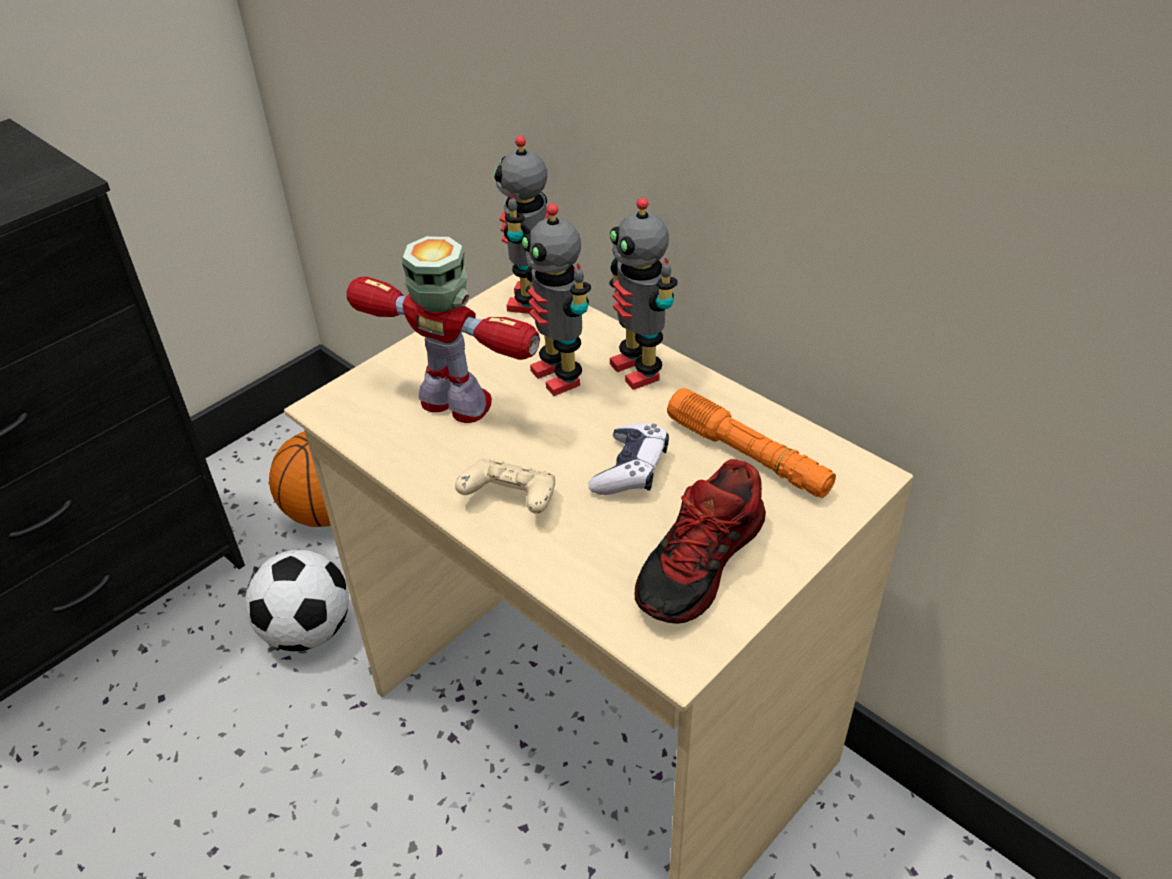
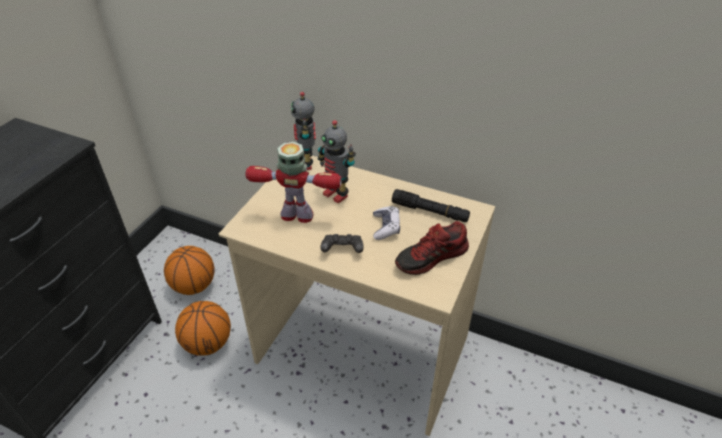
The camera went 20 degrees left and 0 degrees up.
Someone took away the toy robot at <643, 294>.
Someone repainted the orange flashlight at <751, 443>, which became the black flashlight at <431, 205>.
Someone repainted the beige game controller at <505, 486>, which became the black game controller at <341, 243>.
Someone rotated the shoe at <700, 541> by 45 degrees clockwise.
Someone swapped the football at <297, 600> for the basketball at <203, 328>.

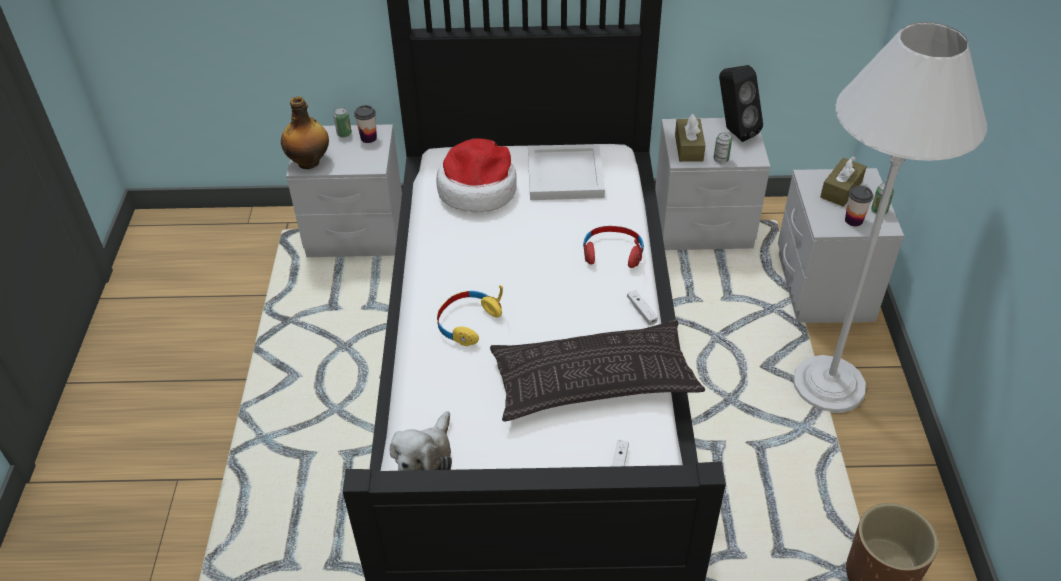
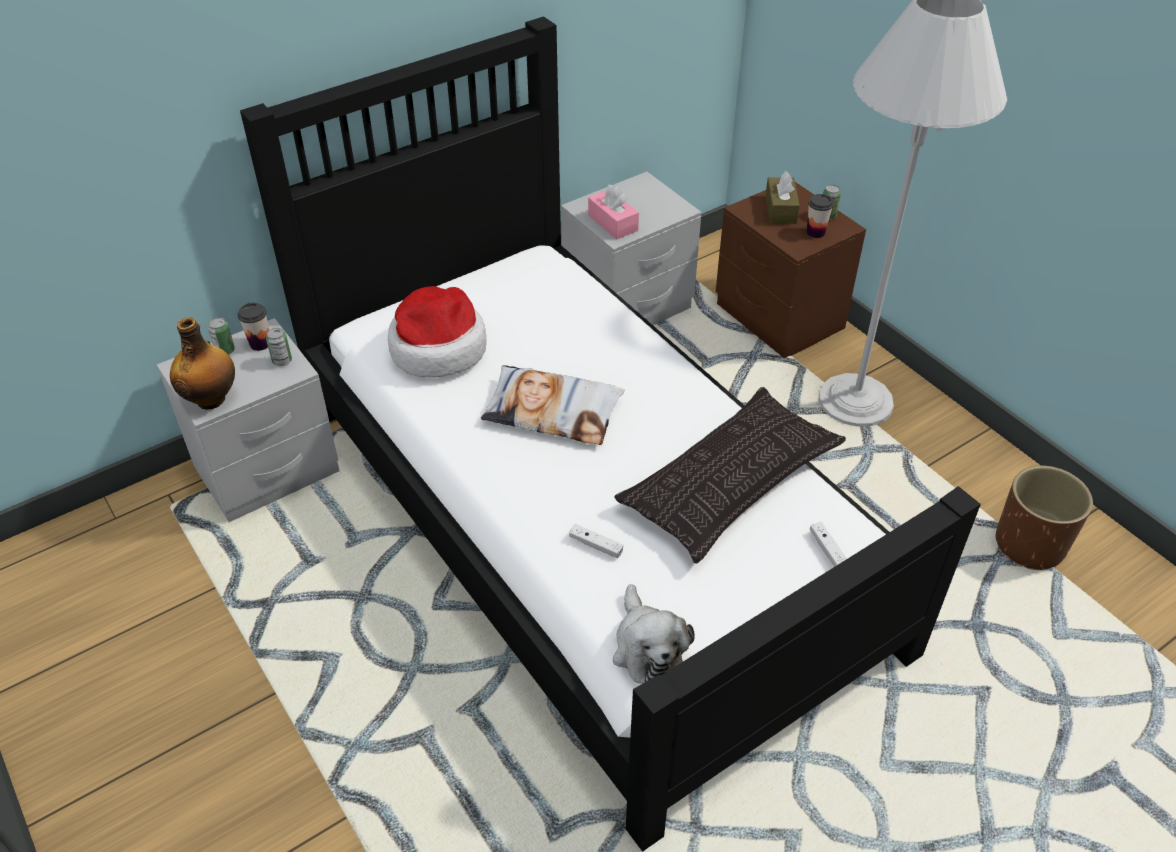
The camera went 35 degrees left and 0 degrees up.
Someone took away the black speaker at <741, 103>.
Someone repainted the brown tissue box at <690, 138>, which became the pink tissue box at <613, 212>.
Someone carried the can from <723, 147> to <279, 347>.
Someone took away the white tray at <566, 172>.
Someone repainted the grey nightstand at <841, 245>, which became the brown nightstand at <791, 270>.
Someone took away the red headphones at <613, 247>.
Someone took away the yellow headphones at <470, 315>.
Someone carried the white game controller from <642, 307> to <596, 541>.
Someone put down the pillow at <553, 405>.

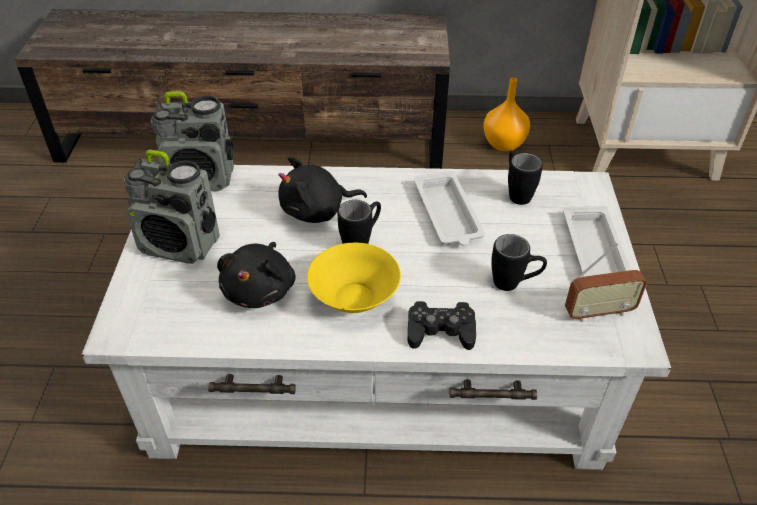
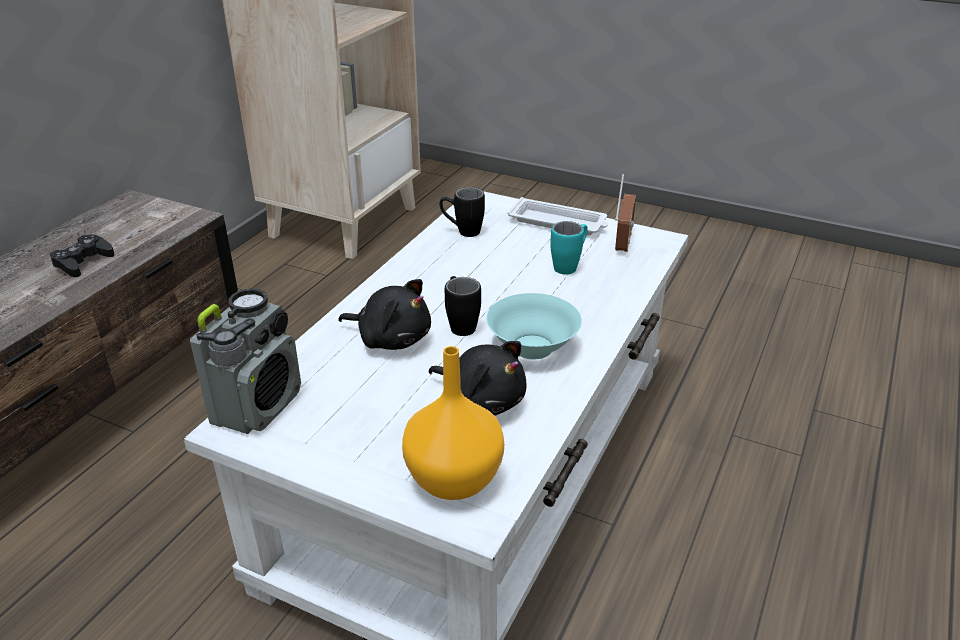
The camera went 65 degrees left and 10 degrees down.
Someone carried the orange vase from <506, 114> to <453, 423>.
Someone took away the radio at <172, 207>.
Someone rotated the black plush toy at <322, 189> by 75 degrees counterclockwise.
Someone took away the white tray at <449, 208>.
Someone repainted the black mug at <519, 262>, which became the turquoise mug at <569, 248>.
Someone repainted the yellow bowl at <354, 278>, which became the turquoise bowl at <534, 326>.
Someone carried the black game controller from <442, 325> to <82, 255>.

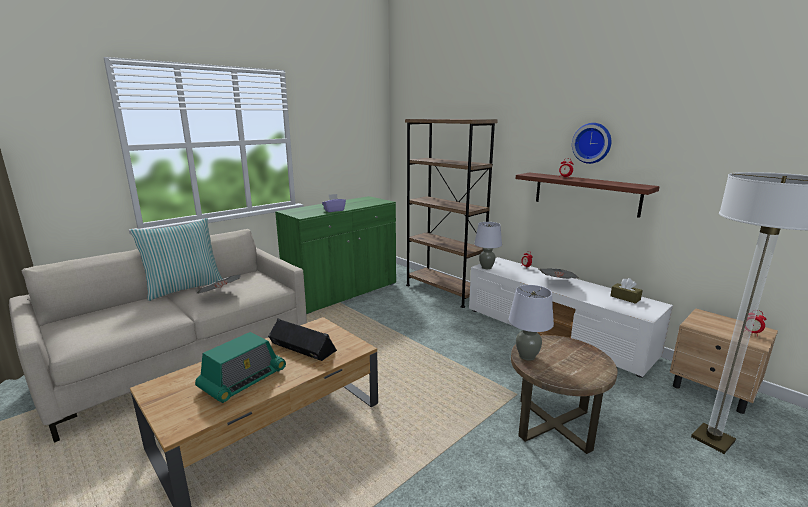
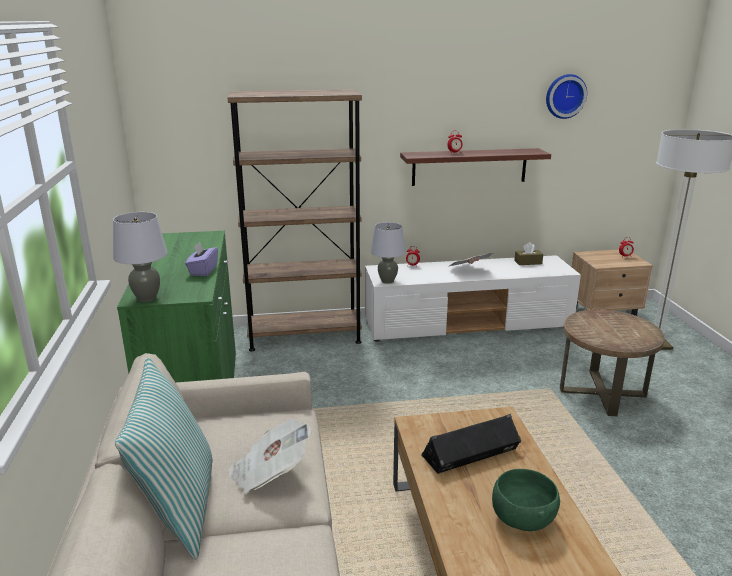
The camera went 55 degrees left and 5 degrees up.
Someone carried the wall clock from <591, 143> to <566, 96>.
Someone carried the grey table lamp from <531, 323> to <140, 257>.
Someone swapped the radio at <240, 367> for the green bowl at <526, 500>.

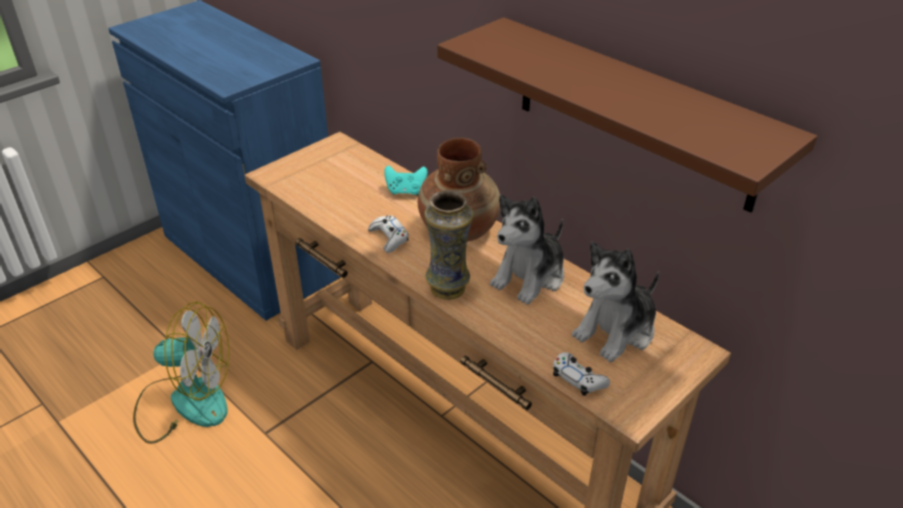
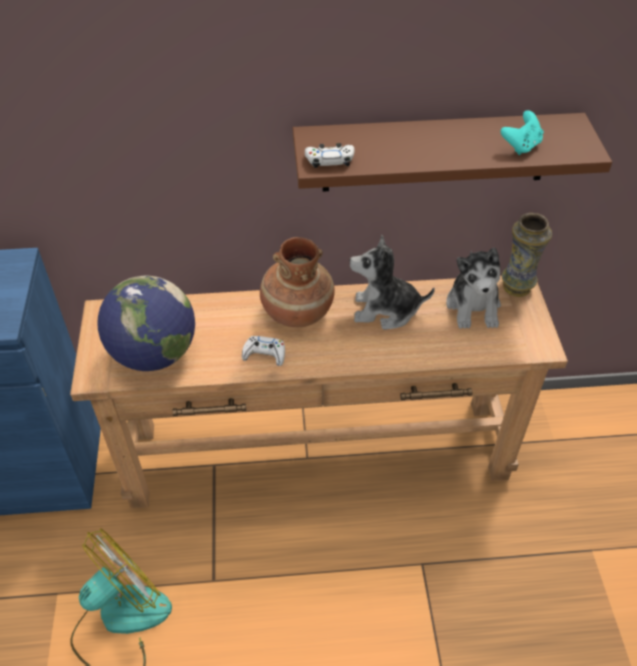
The camera went 50 degrees left and 10 degrees up.
Someone carried the turquoise game controller from <406, 180> to <522, 132>.
Someone carried the vase from <449, 245> to <527, 255>.
Someone rotated the plush toy at <527, 250> by 105 degrees clockwise.
Someone carried the white game controller from <581, 374> to <330, 155>.
Someone put down the globe at <146, 323>.

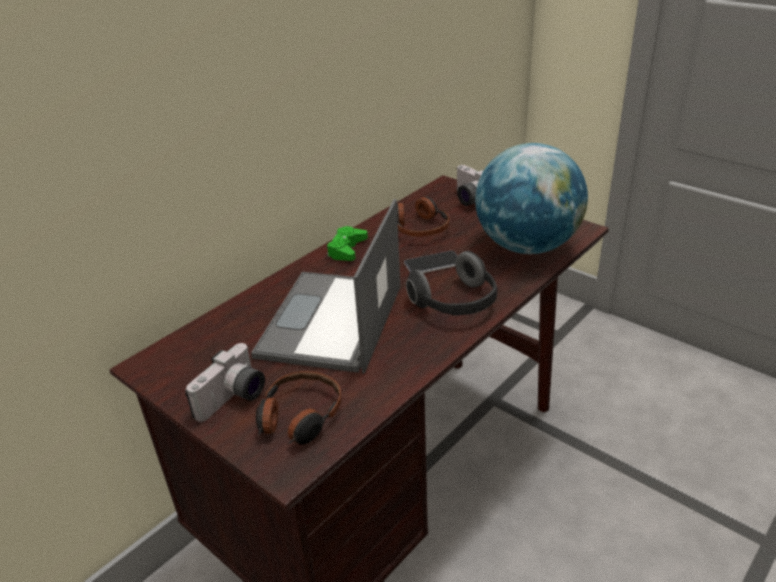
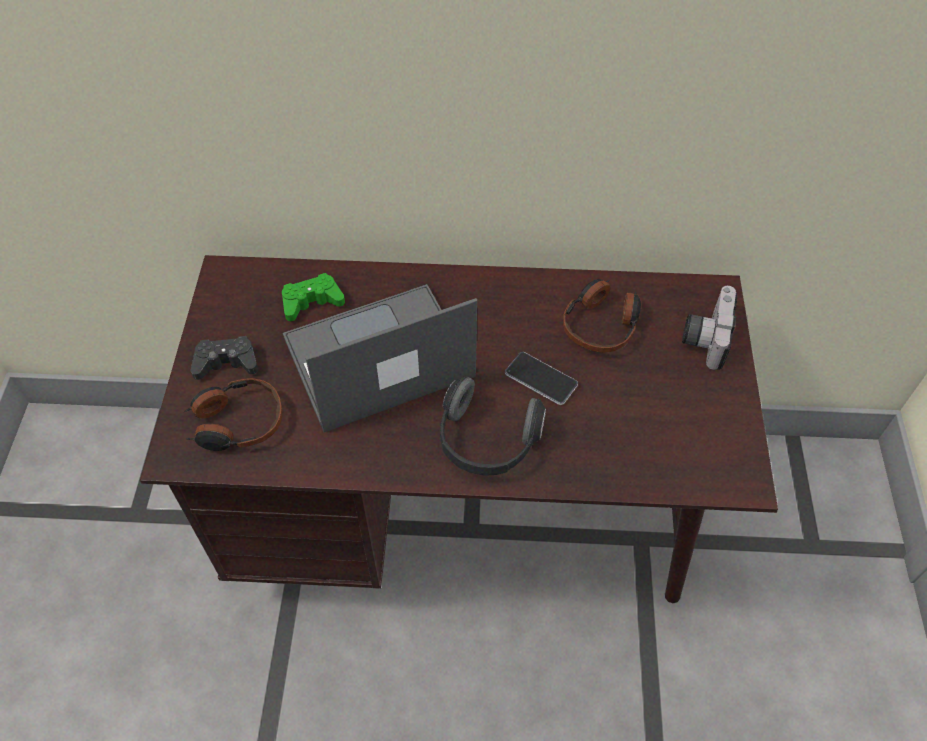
The camera went 50 degrees right and 20 degrees up.
Someone took away the globe at <531, 198>.
Someone carried the green game controller from <347, 243> to <313, 297>.
Someone swapped the photo camera at <225, 382> for the black game controller at <224, 358>.

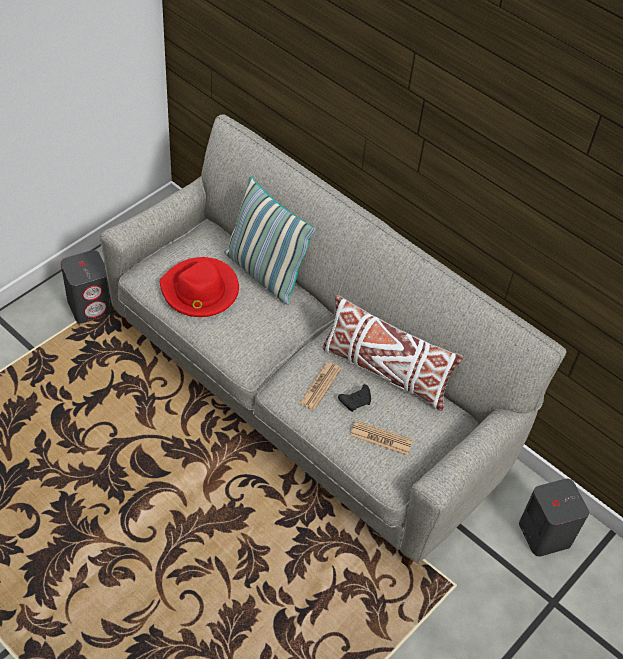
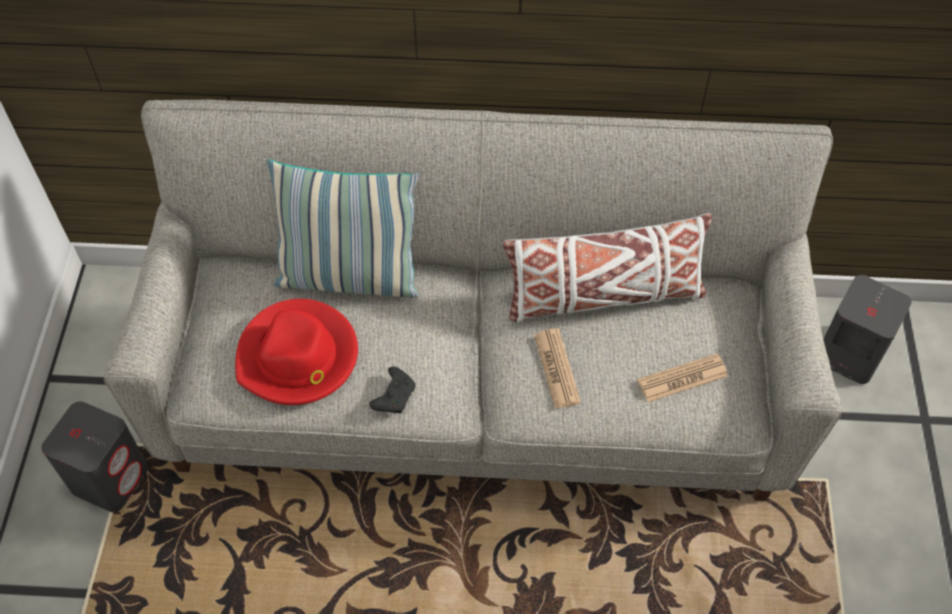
The camera went 35 degrees left and 5 degrees up.
Someone carried the black game controller from <354, 398> to <392, 390>.

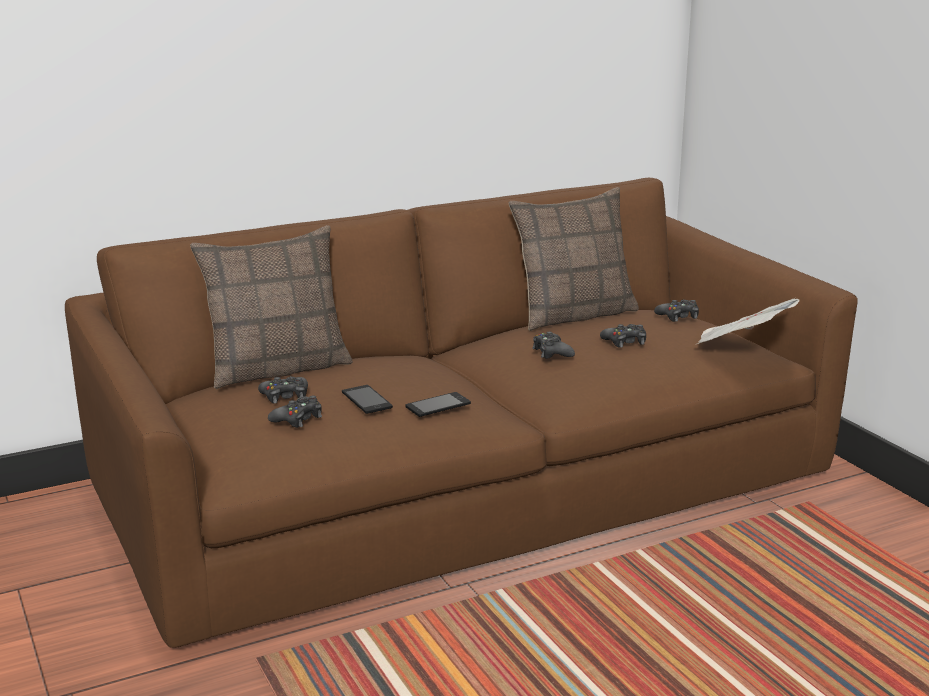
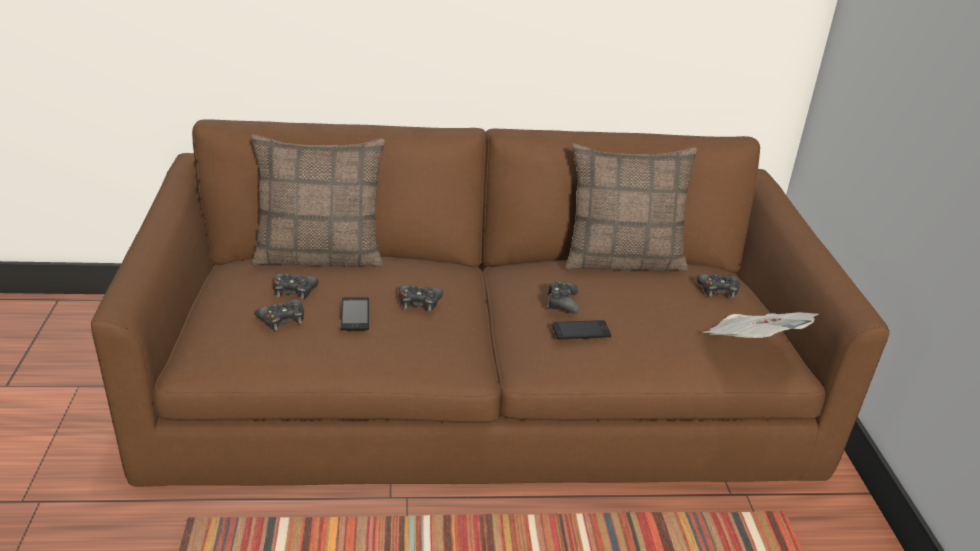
The camera went 20 degrees right and 10 degrees up.
Someone carried the black game controller from <623, 336> to <421, 298>.
Someone carried the phone from <438, 404> to <581, 330>.

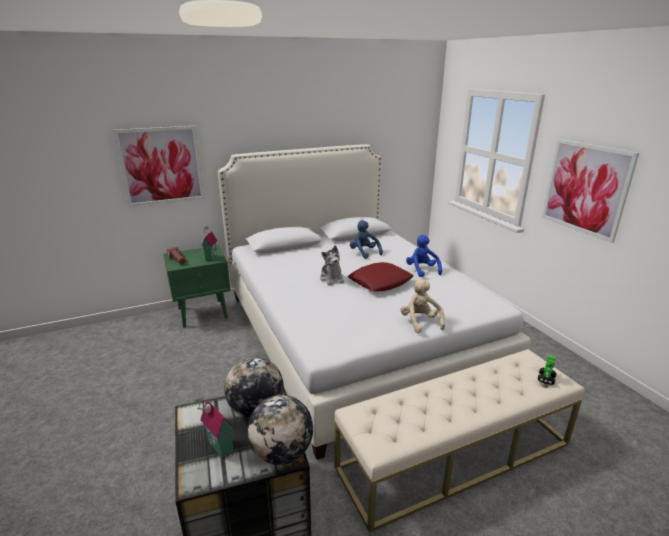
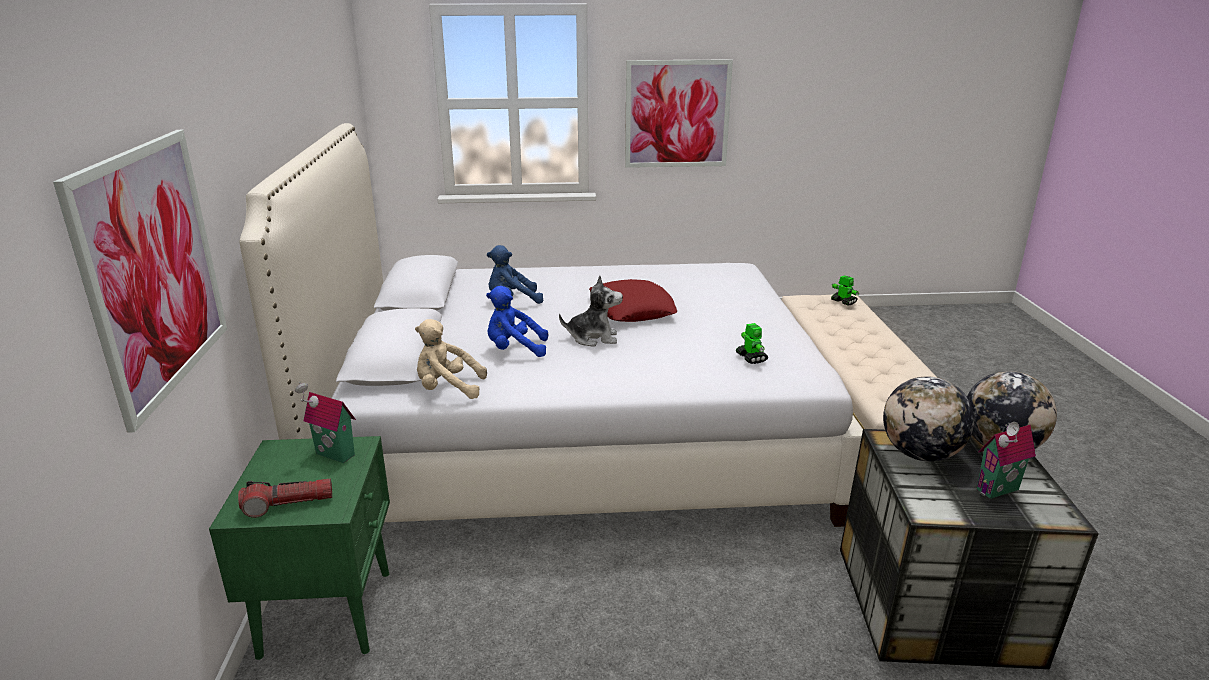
The camera went 70 degrees left and 0 degrees up.
Someone carried the blue plush toy from <424, 256> to <517, 321>.
Someone carried the beige plush toy from <422, 306> to <451, 359>.
Someone put down the toy robot at <752, 343>.

